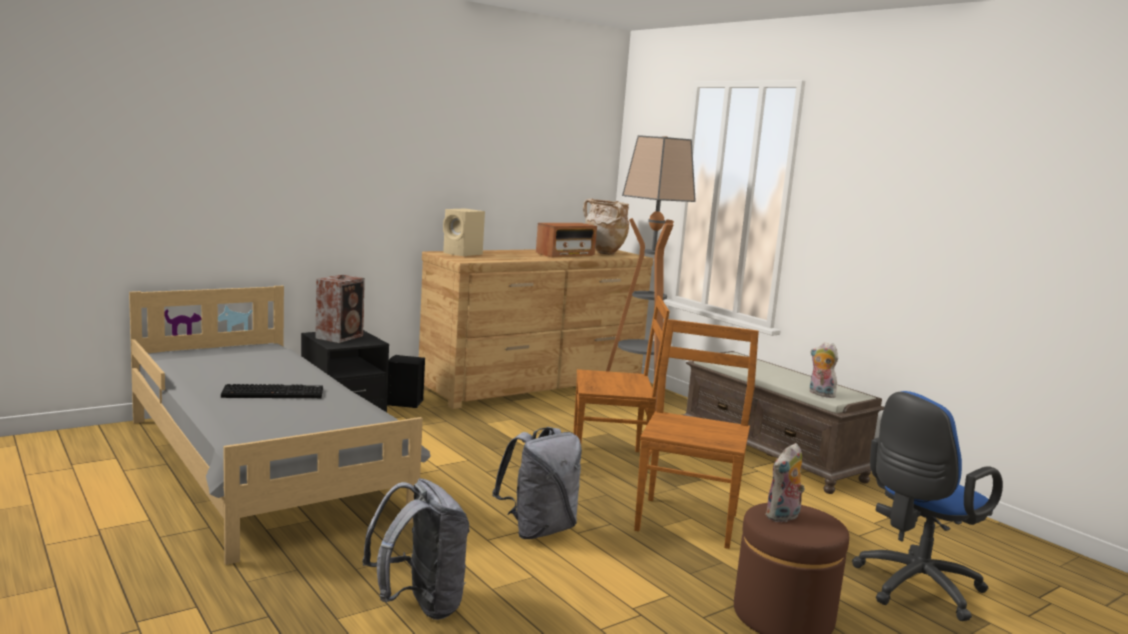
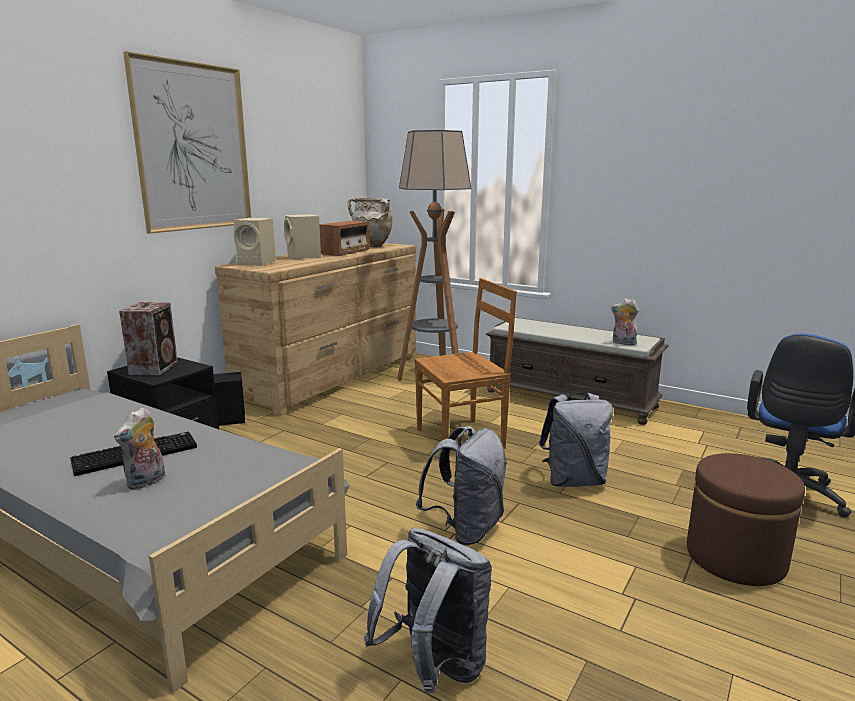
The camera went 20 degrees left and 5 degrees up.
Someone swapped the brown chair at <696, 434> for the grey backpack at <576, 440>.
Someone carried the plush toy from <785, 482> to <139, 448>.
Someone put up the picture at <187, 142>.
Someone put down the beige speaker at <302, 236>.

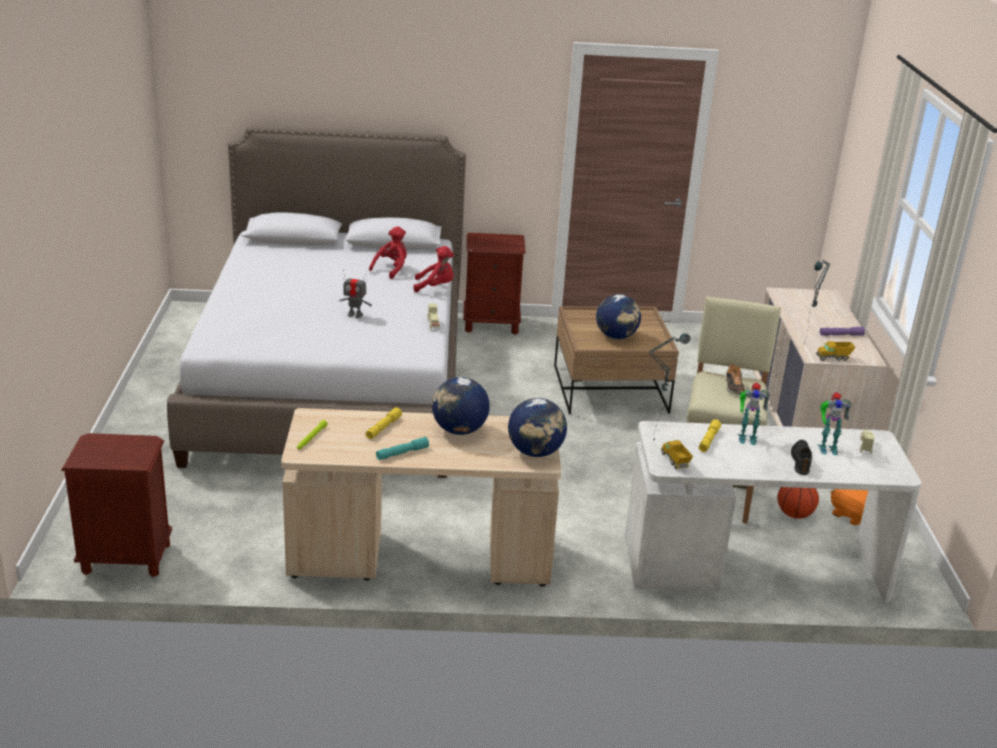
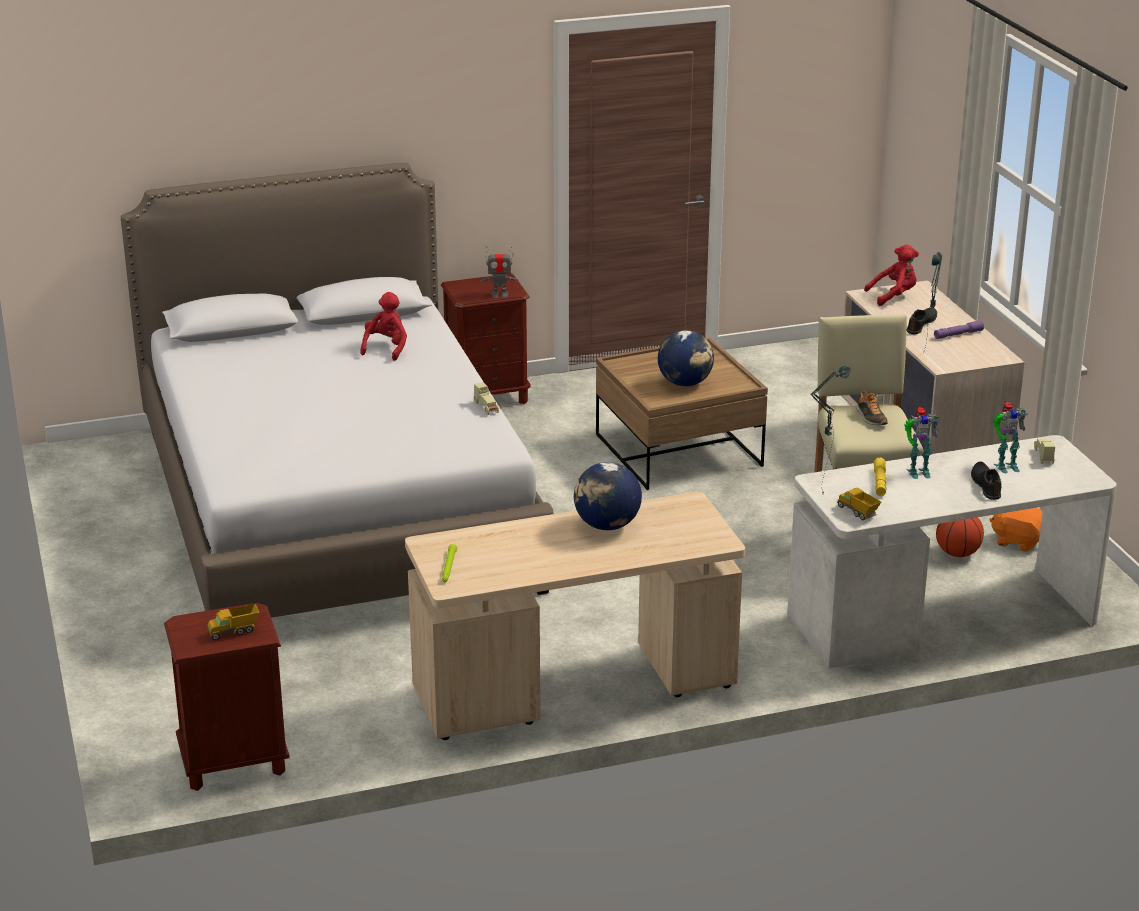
The camera went 15 degrees left and 0 degrees up.
Someone carried the red plush toy from <433, 269> to <891, 275>.
Someone carried the toy robot from <355, 294> to <499, 272>.
Someone carried the toy truck from <836, 351> to <233, 622>.
Someone took away the globe at <537, 427>.
Someone took away the yellow flashlight at <384, 423>.
Someone took away the turquoise flashlight at <402, 448>.
Someone put down the black shoe at <922, 320>.

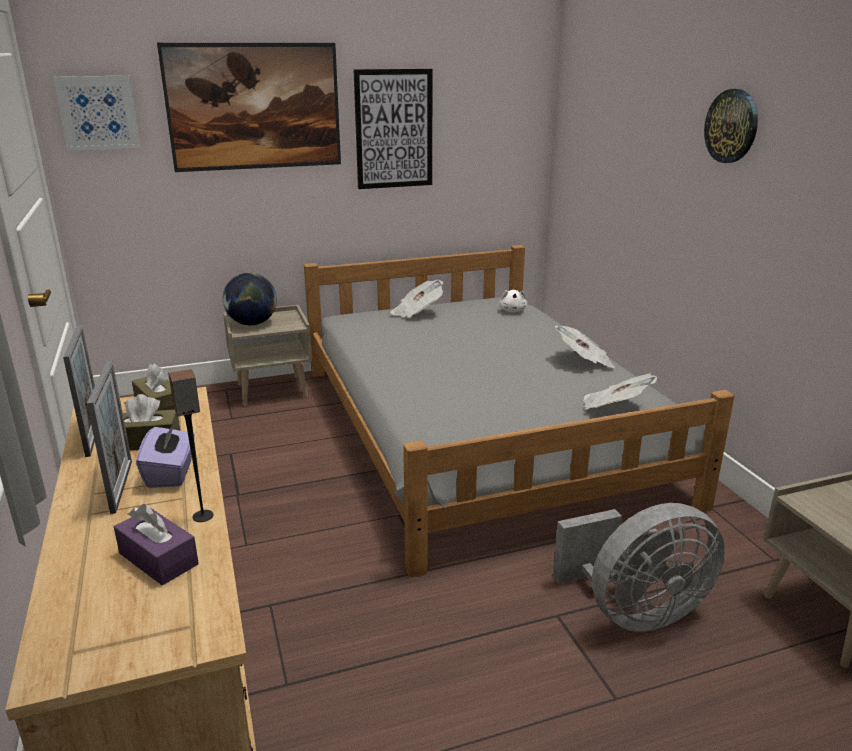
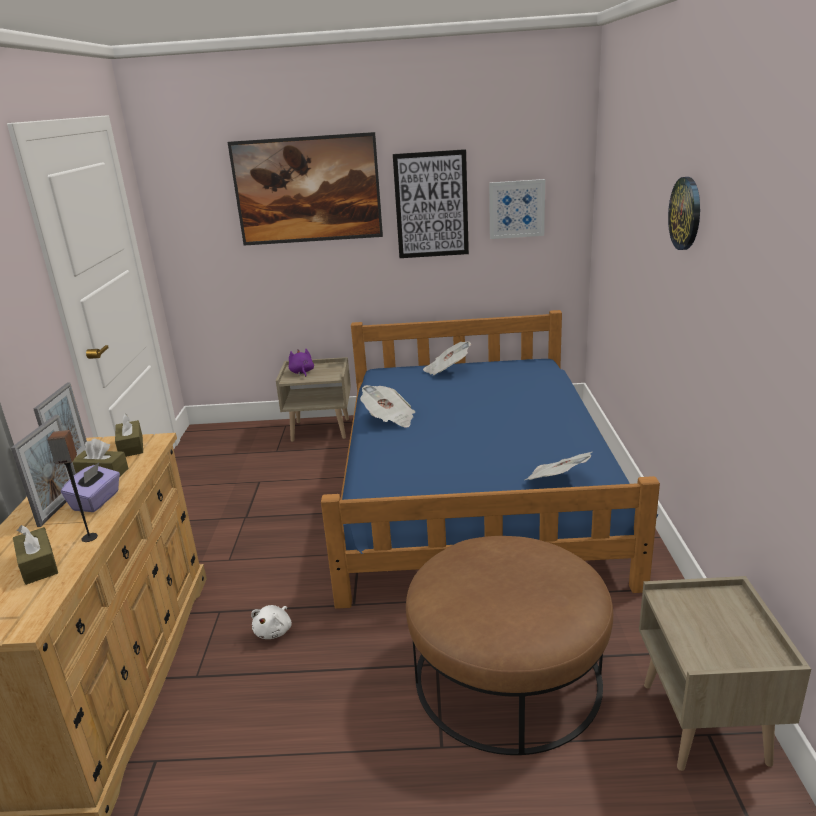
The camera went 20 degrees right and 0 degrees up.
Someone carried the picture from <97, 113> to <517, 209>.
Someone repainted the grey bed at <519, 411>, which became the blue bed at <490, 459>.
Someone swapped the globe at <250, 299> for the purple plush toy at <301, 363>.
Someone carried the white plush toy from <513, 301> to <271, 622>.
Someone carried the newspaper from <585, 347> to <387, 406>.
Someone swapped the grey fan at <639, 567> for the brown ottoman at <509, 645>.
Someone repainted the purple tissue box at <156, 544>, which became the brown tissue box at <35, 555>.

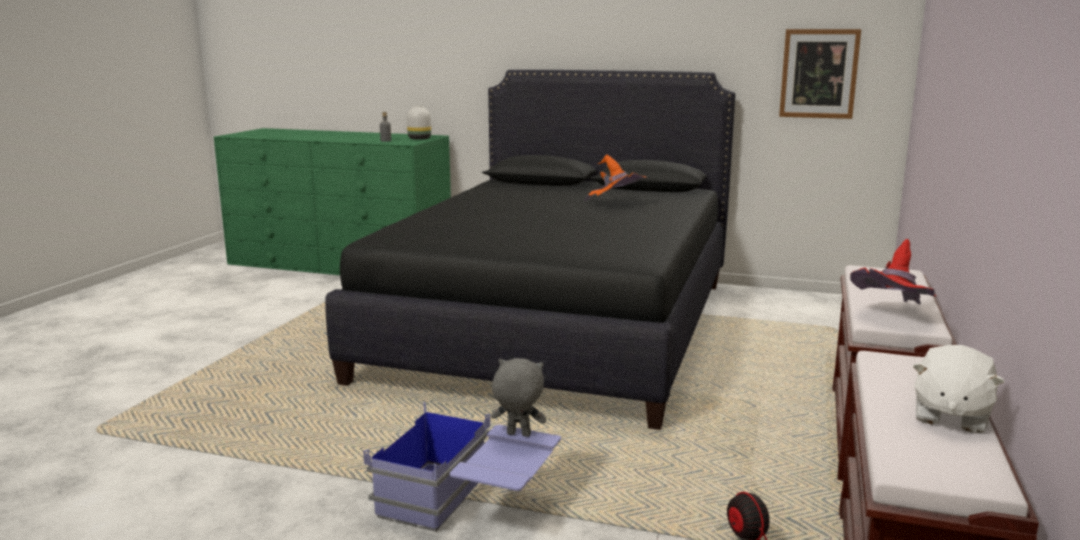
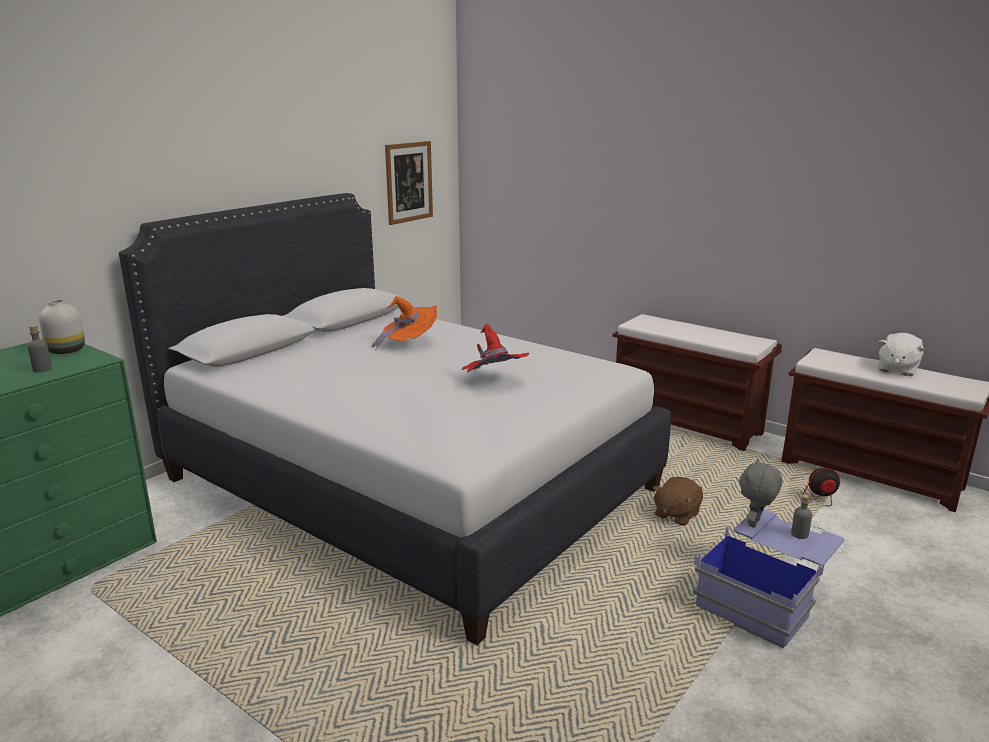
The camera went 70 degrees left and 5 degrees up.
Someone repainted the black bed at <530, 250>, which became the white bed at <395, 419>.
Someone carried the red hat from <893, 271> to <495, 348>.
Someone rotated the white plush toy at <958, 389> by 75 degrees clockwise.
Someone put down the brown plush toy at <678, 501>.
Someone put down the grey bottle at <801, 516>.

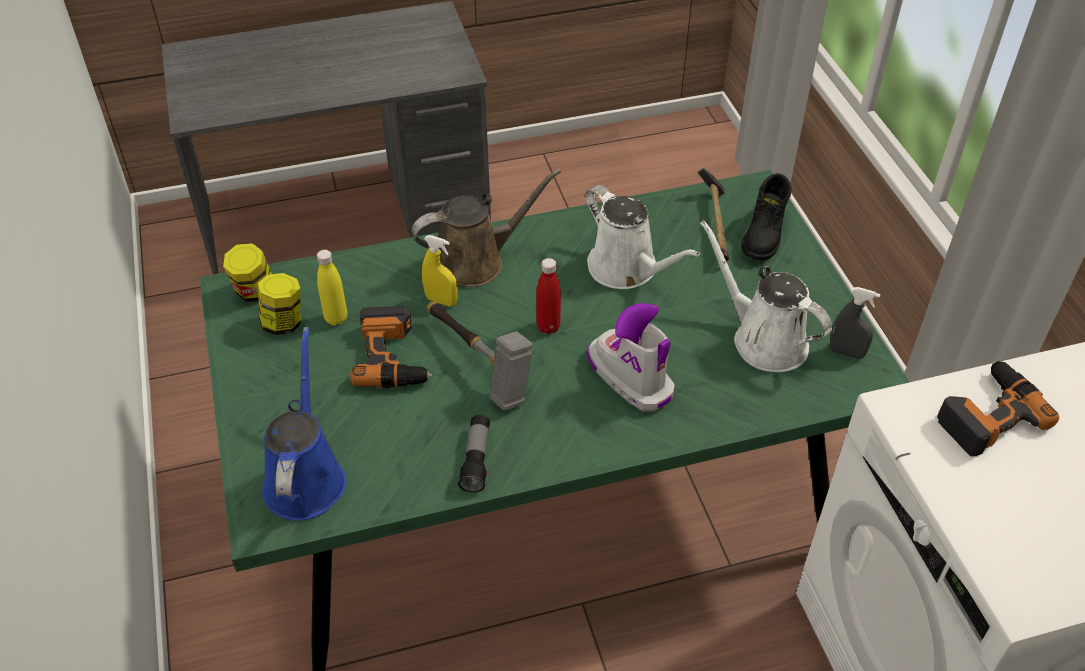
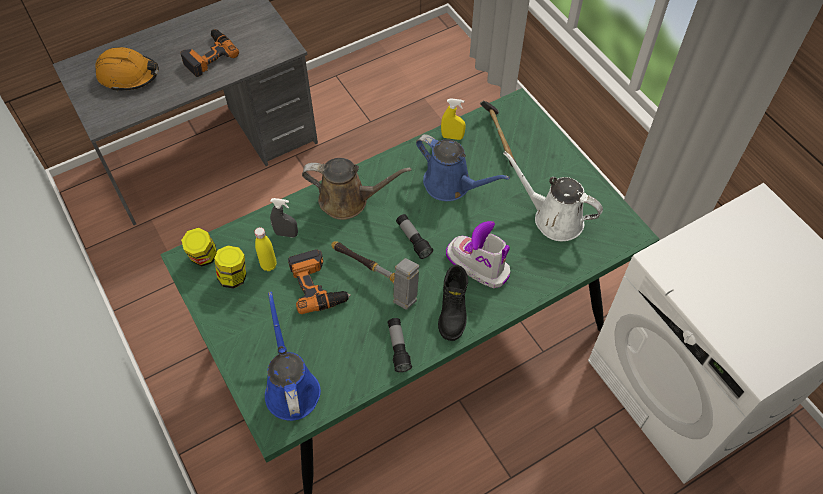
The camera went 15 degrees left and 10 degrees up.
Someone rotated the brown watering can at <486, 228> by 45 degrees clockwise.
Someone carried the black boot from <766, 217> to <453, 303>.
Someone repainted the white watering can at <642, 237>, which became the blue watering can at <463, 167>.
Someone carried the yellow spray bottle from <440, 271> to <453, 119>.
Someone swapped the red bottle at <548, 296> for the flashlight at <414, 236>.
Someone carried the grey spray bottle from <855, 323> to <284, 217>.
Someone carried the power drill from <998, 409> to <209, 53>.
Someone put down the orange hard hat at <127, 69>.

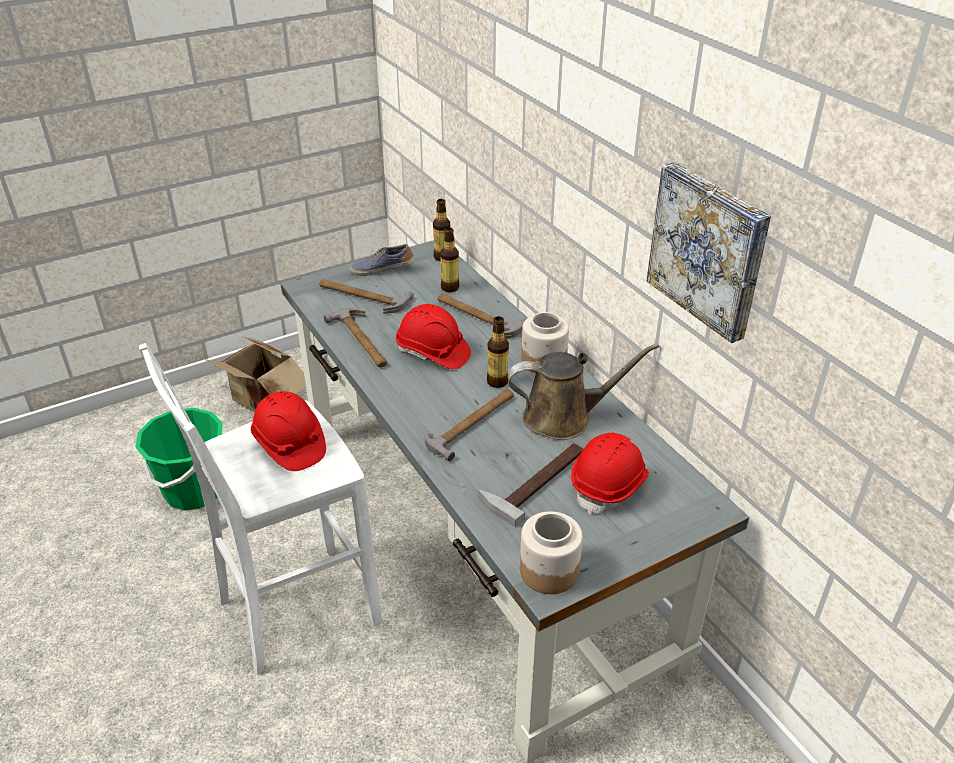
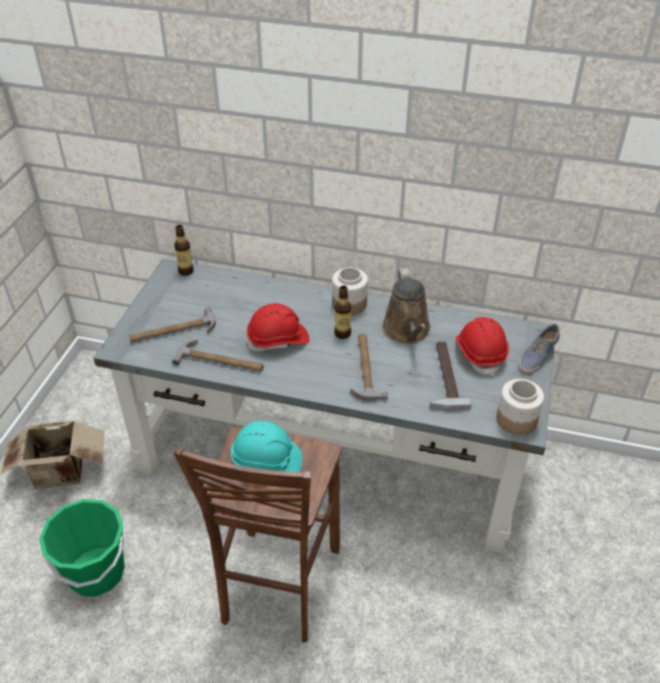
The camera went 45 degrees left and 5 degrees up.
Someone took away the picture at <709, 252>.
Someone took away the bottle at <449, 259>.
Someone carried the shoe from <382, 260> to <539, 349>.
Someone took away the hammer at <482, 316>.
Someone repainted the white stool at <260, 509>, which became the brown stool at <257, 534>.
Someone rotated the brown watering can at <583, 391> by 135 degrees clockwise.
Someone repainted the red hard hat at <288, 431>, which became the turquoise hard hat at <267, 446>.

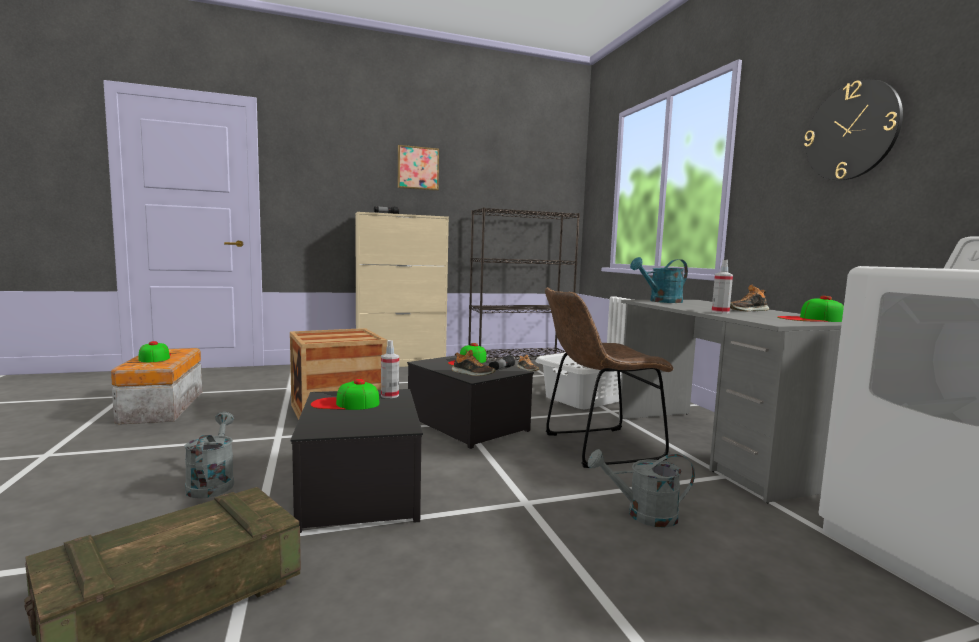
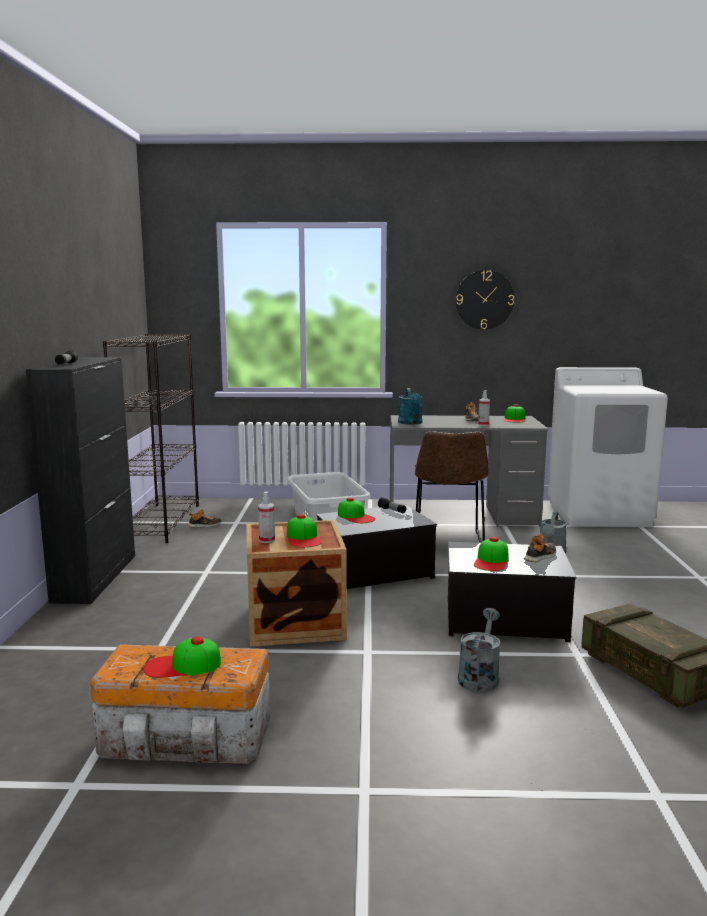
The camera went 70 degrees left and 5 degrees up.
Someone took away the picture at <418, 168>.
Someone repainted the beige cabinet at <402, 289>, which became the black cabinet at <80, 480>.
Someone carried the spray bottle from <390, 369> to <266, 517>.
Someone carried the shoe from <474, 363> to <540, 547>.
Someone rotated the grey watering can at <209, 455> by 105 degrees clockwise.
Someone put down the cap at <304, 530>.

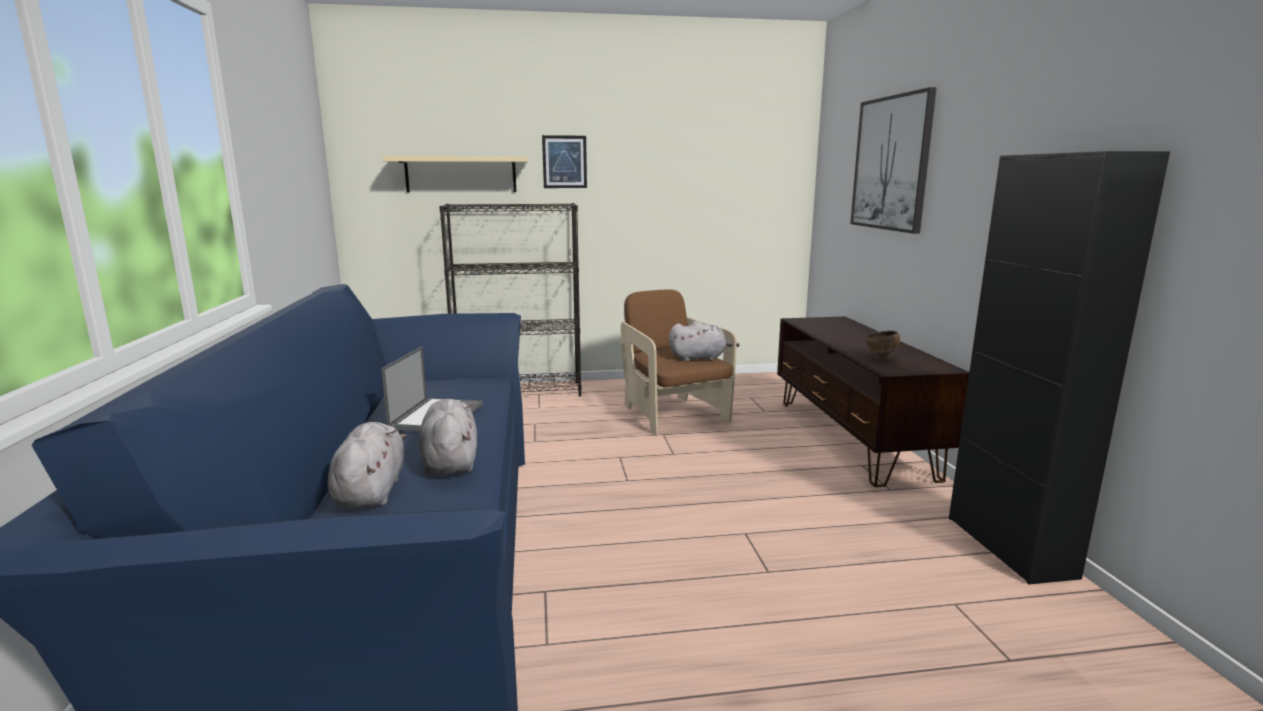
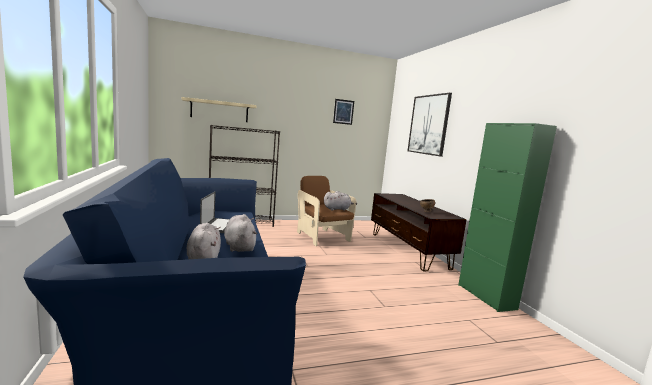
The camera went 10 degrees left and 5 degrees down.
Someone carried the picture from <564, 161> to <343, 112>.
Someone repainted the black cabinet at <1059, 367>, which became the green cabinet at <507, 217>.

